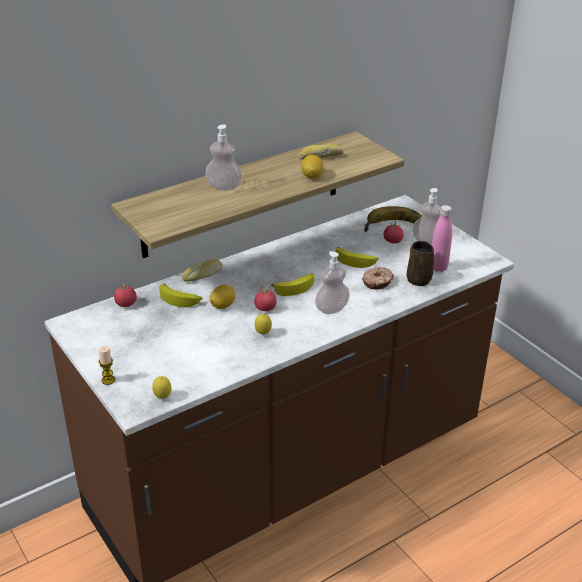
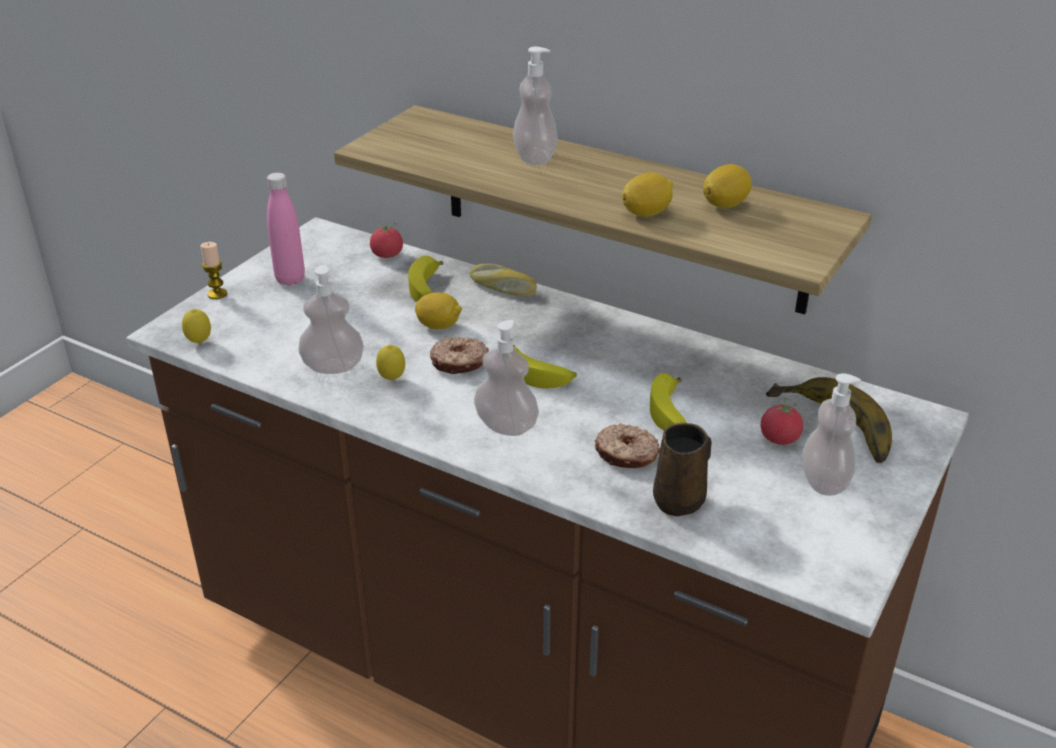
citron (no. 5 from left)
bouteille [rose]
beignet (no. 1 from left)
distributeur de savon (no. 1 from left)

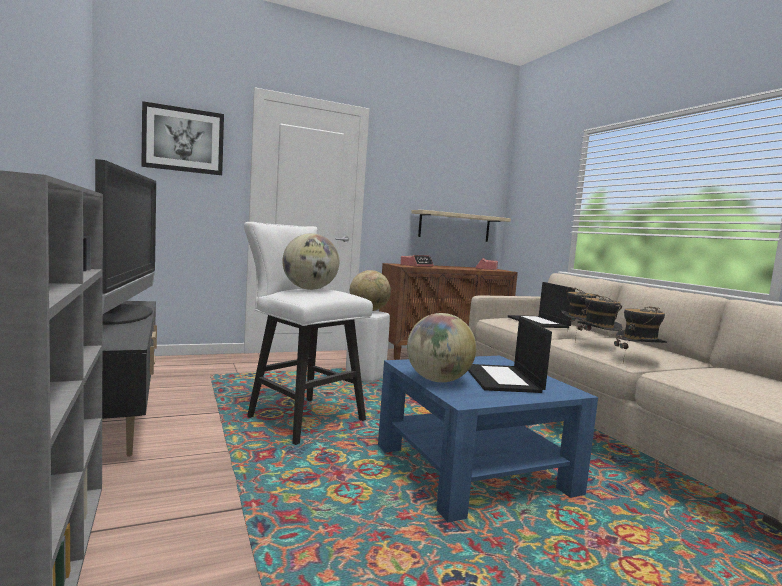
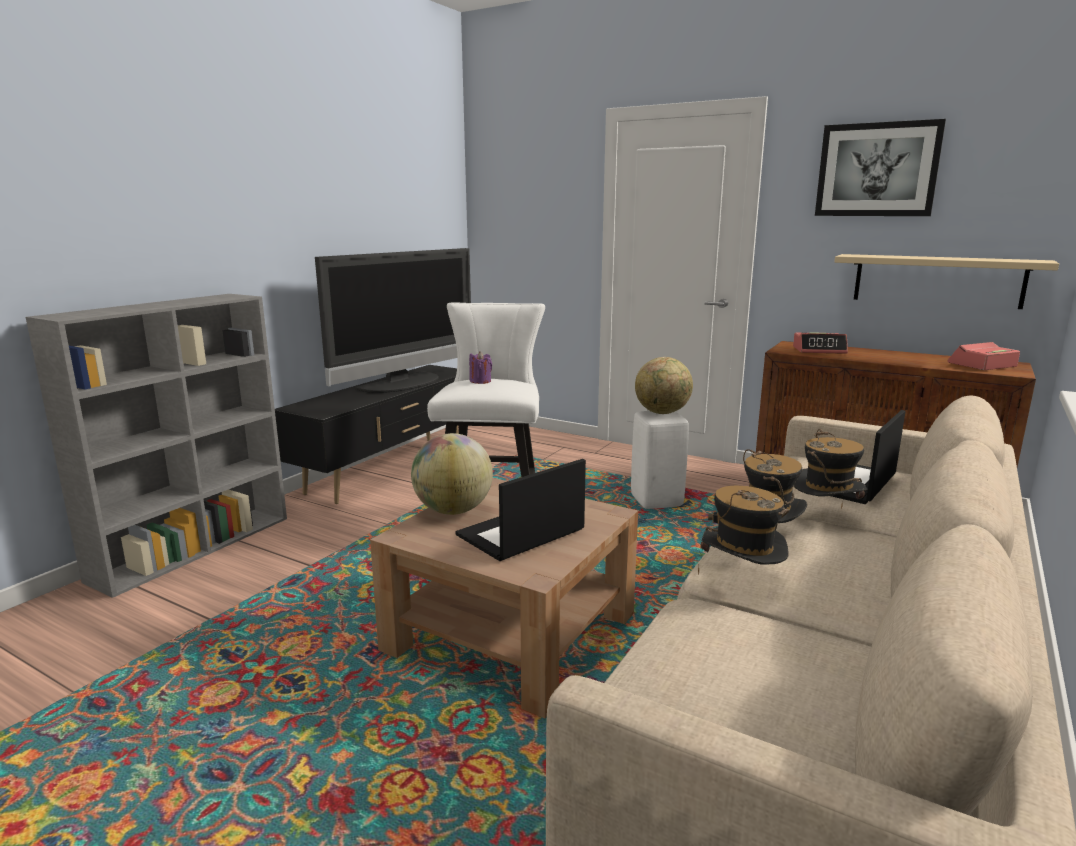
tableau
bougie [violet]
table basse [marron]

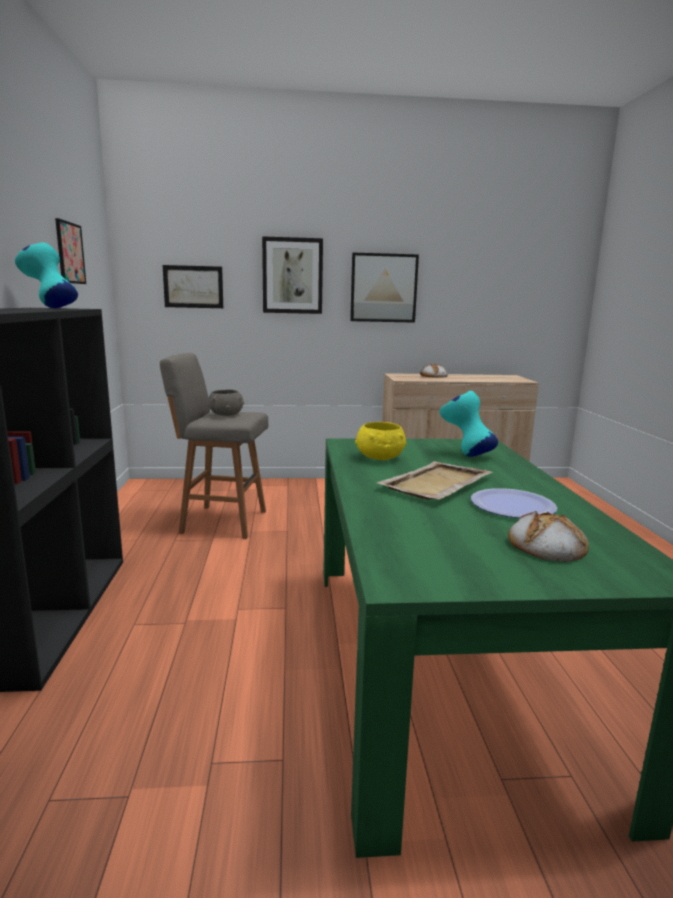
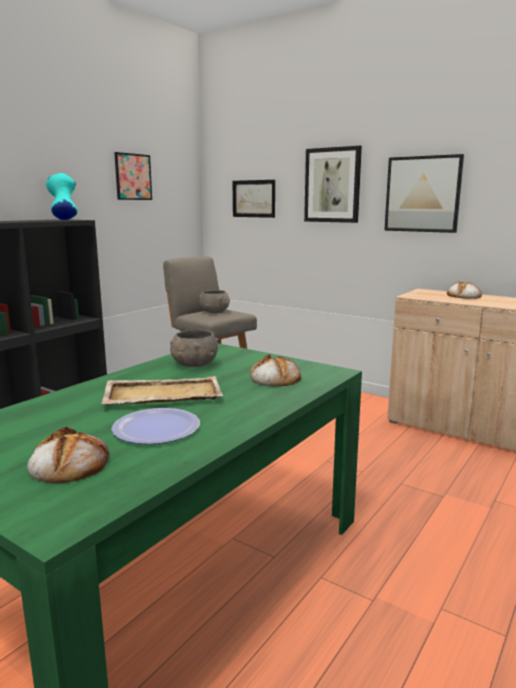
pain (no. 2 from left)
bol [gris] (no. 1 from left)

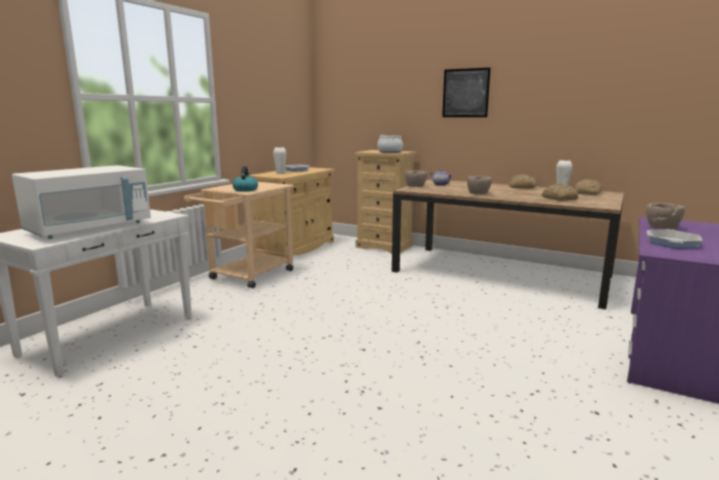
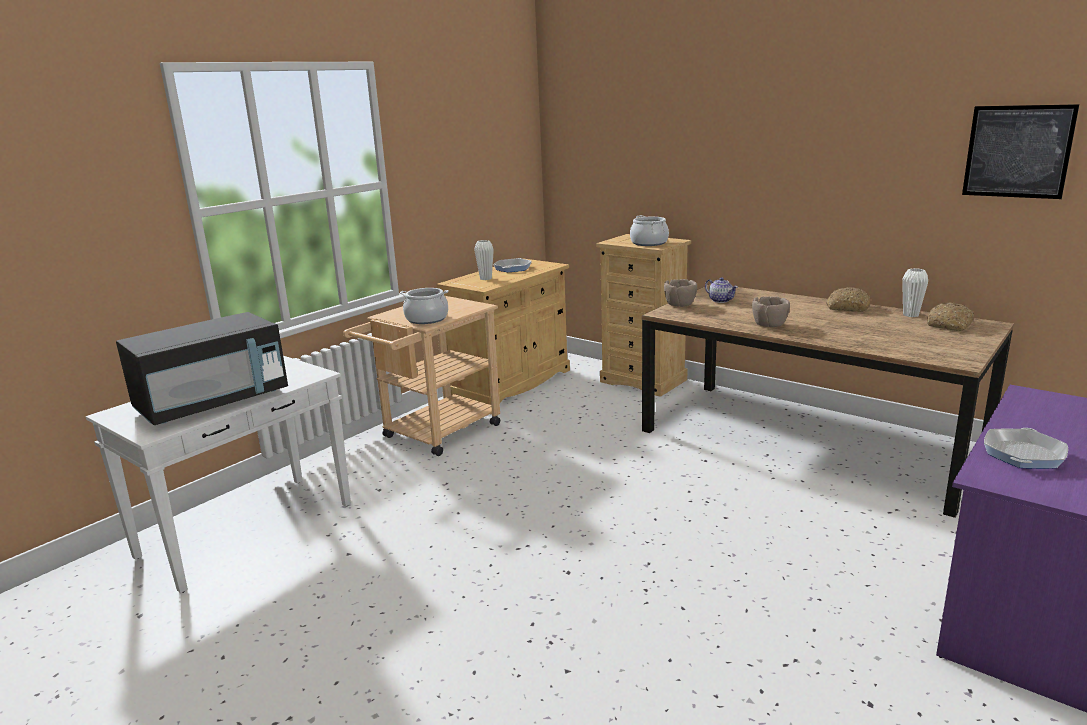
tableau
micro-ondes [noir]
marmite (no. 1 from left)
pain (no. 2 from left in the first image)
bol [marron] (no. 3 from left in the first image)

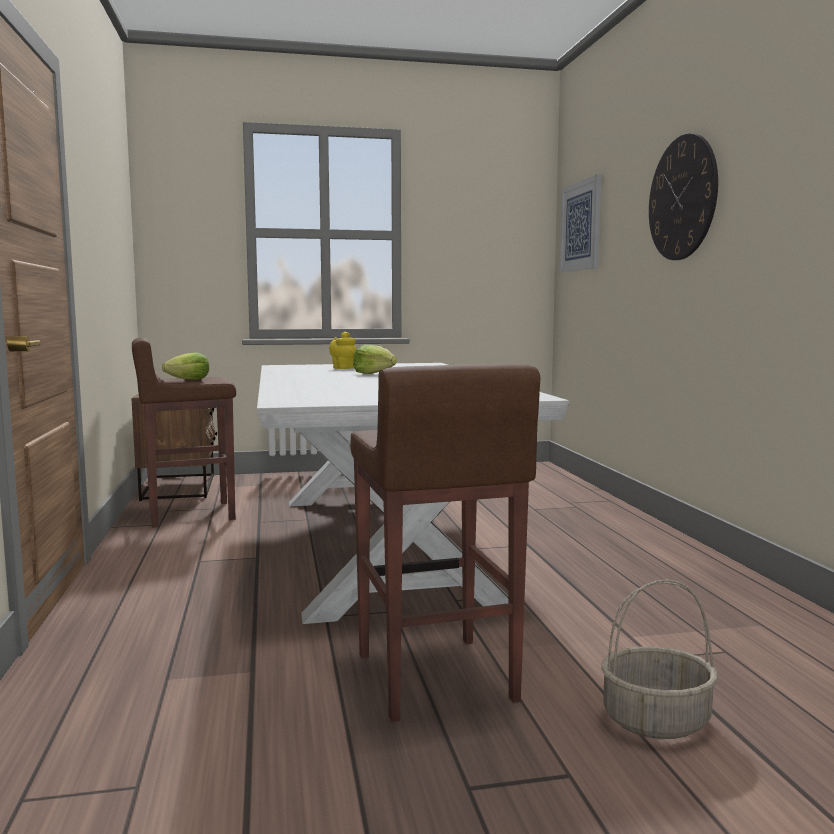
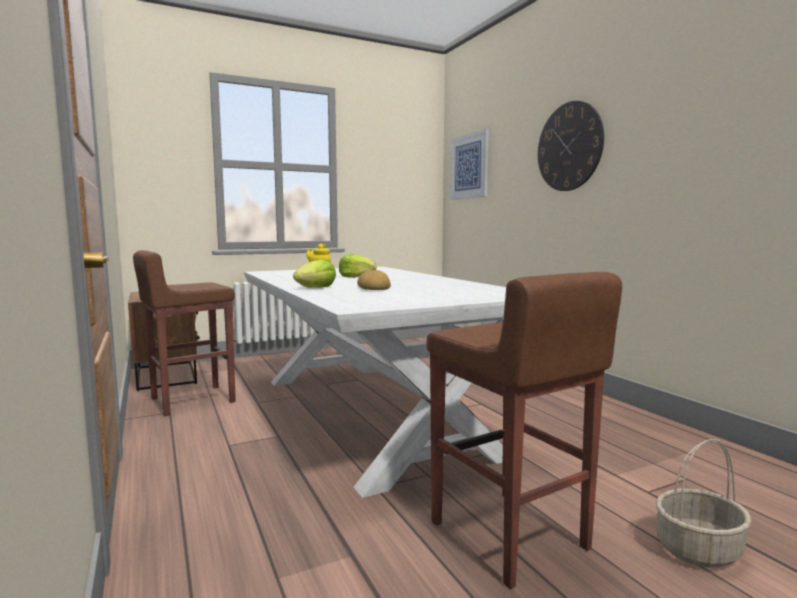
laitue (no. 1 from left)
pain

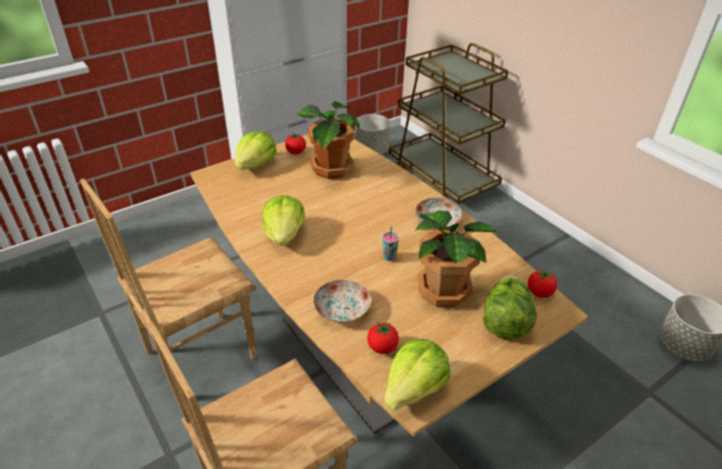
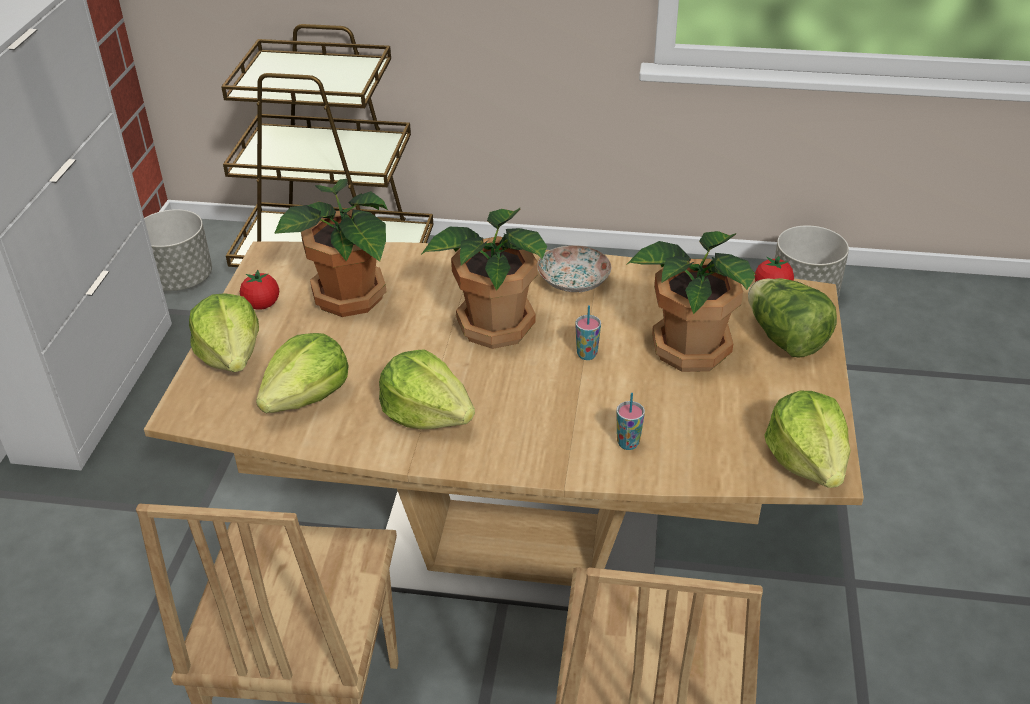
tasse (no. 2 from left)
tomate (no. 2 from left in the first image)
plante en pot (no. 2 from left)
laitue (no. 2 from left)

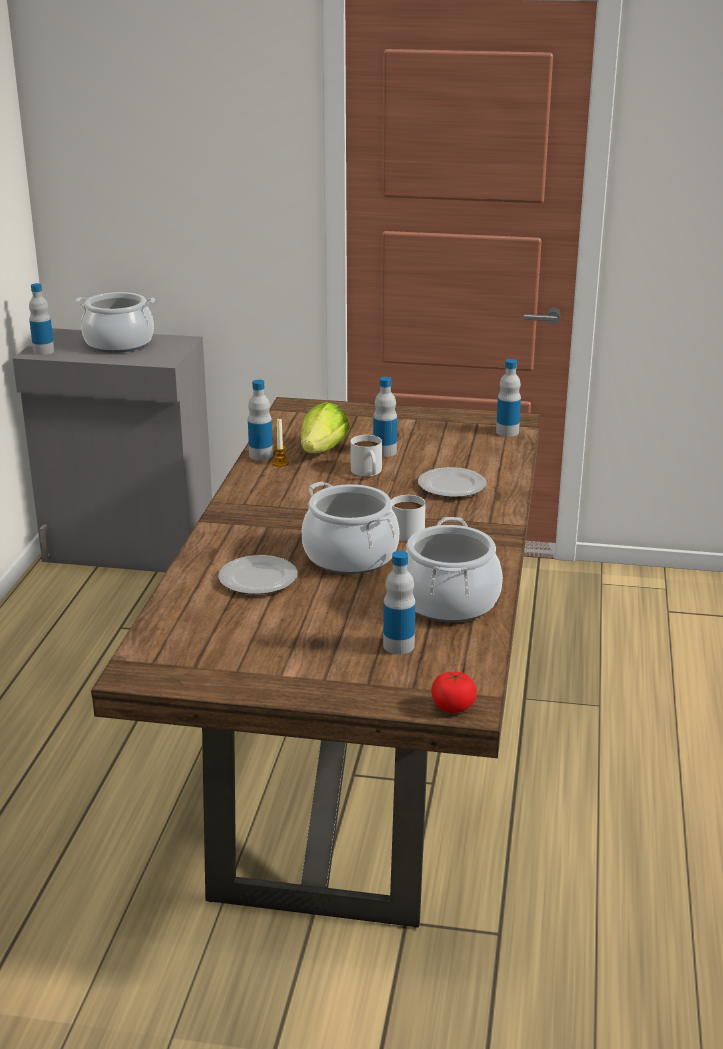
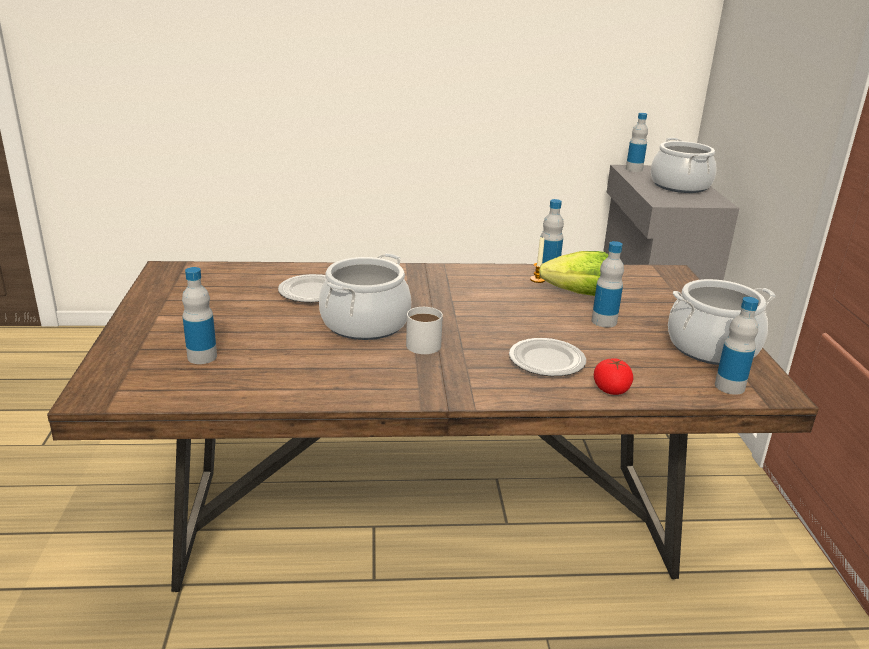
mug [blanc] (no. 1 from left in the first image)
marmite (no. 3 from left)
tomate

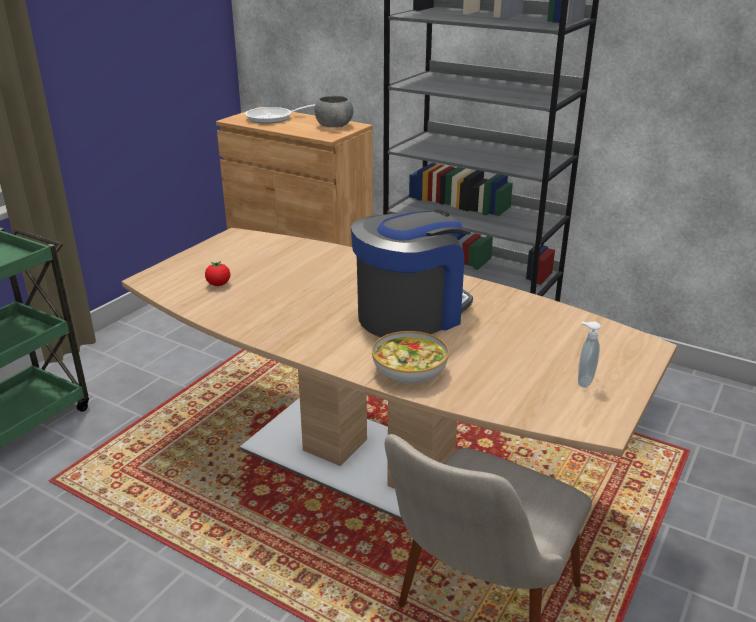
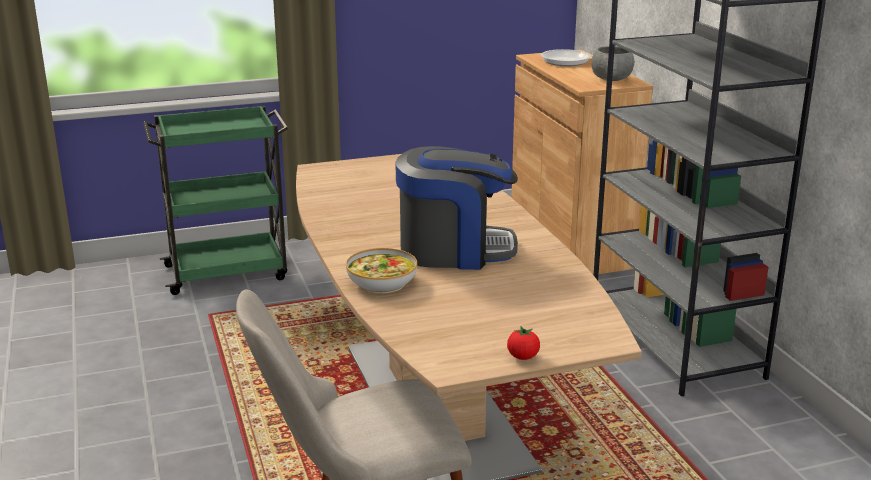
tomate
distributeur de savon

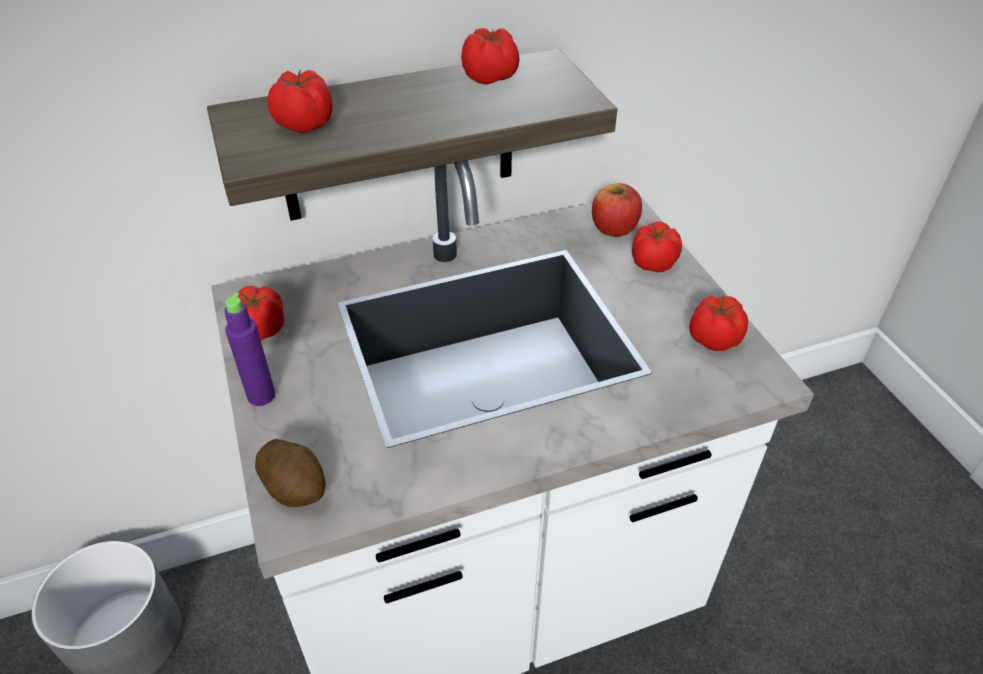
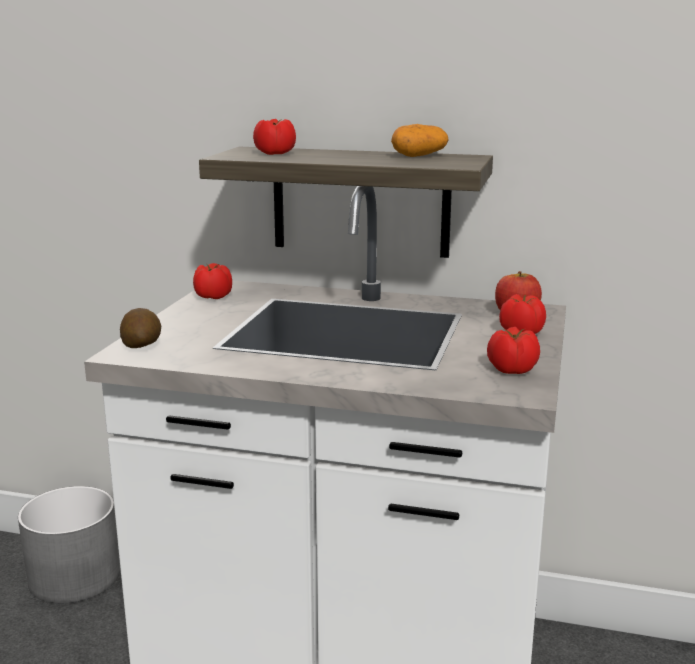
pomme de terre (no. 2 from left)
bouteille [violet]

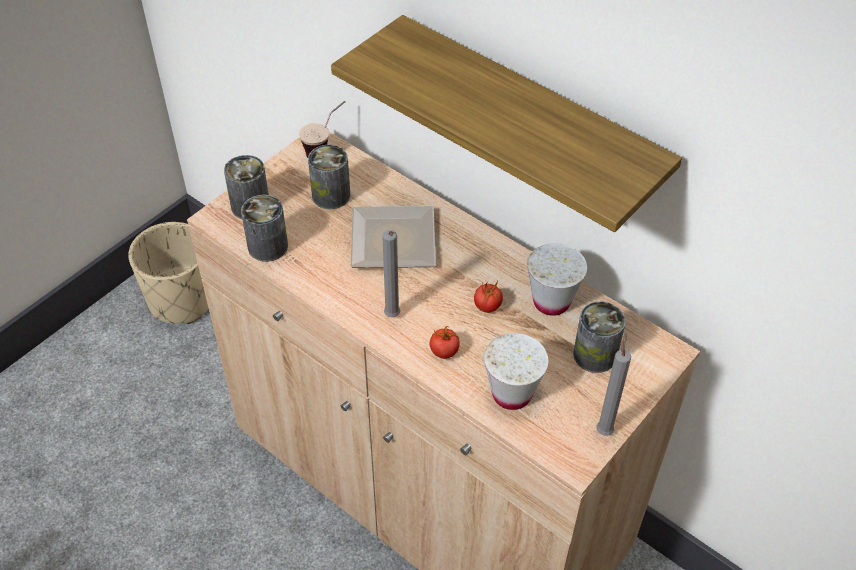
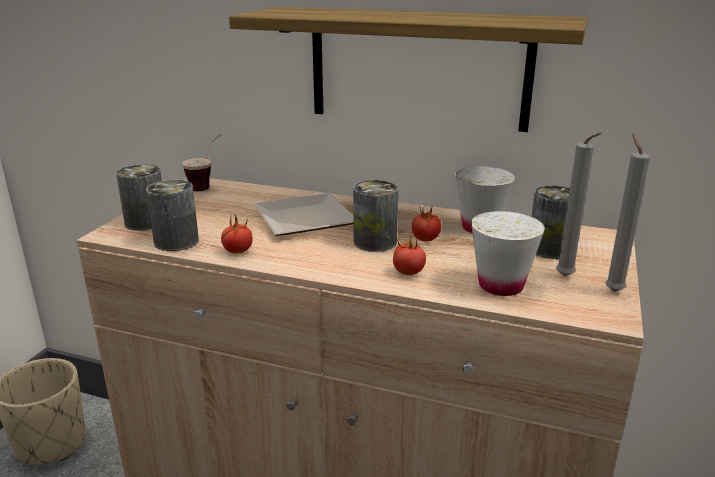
boîte métallique (no. 3 from left)
bougie [gris] (no. 1 from left)
tomate (no. 1 from left)

